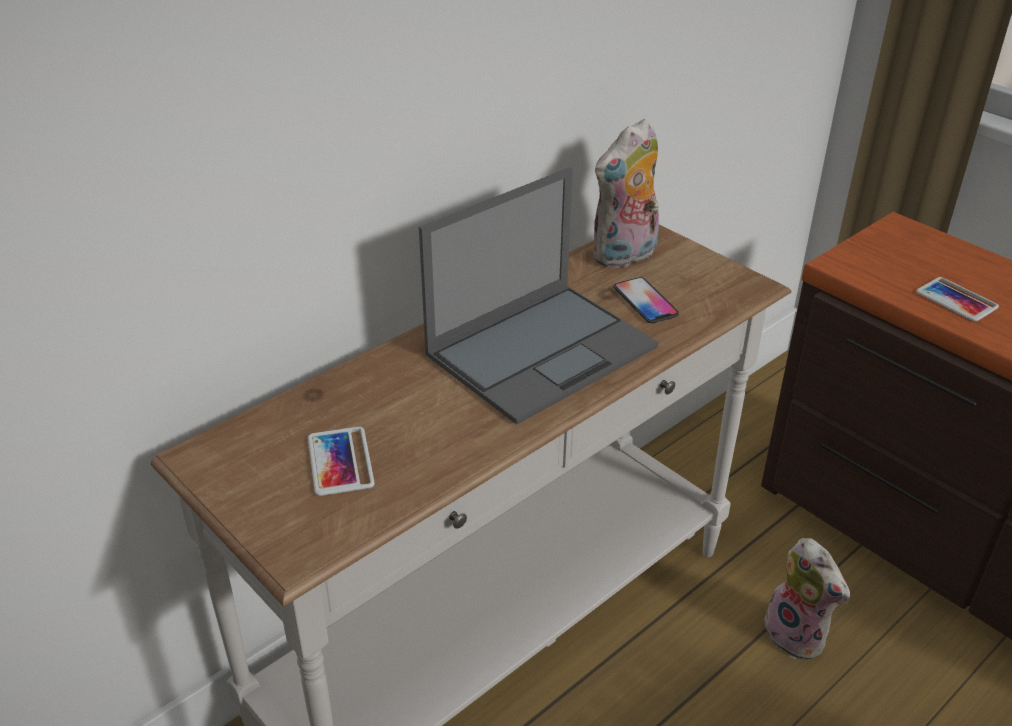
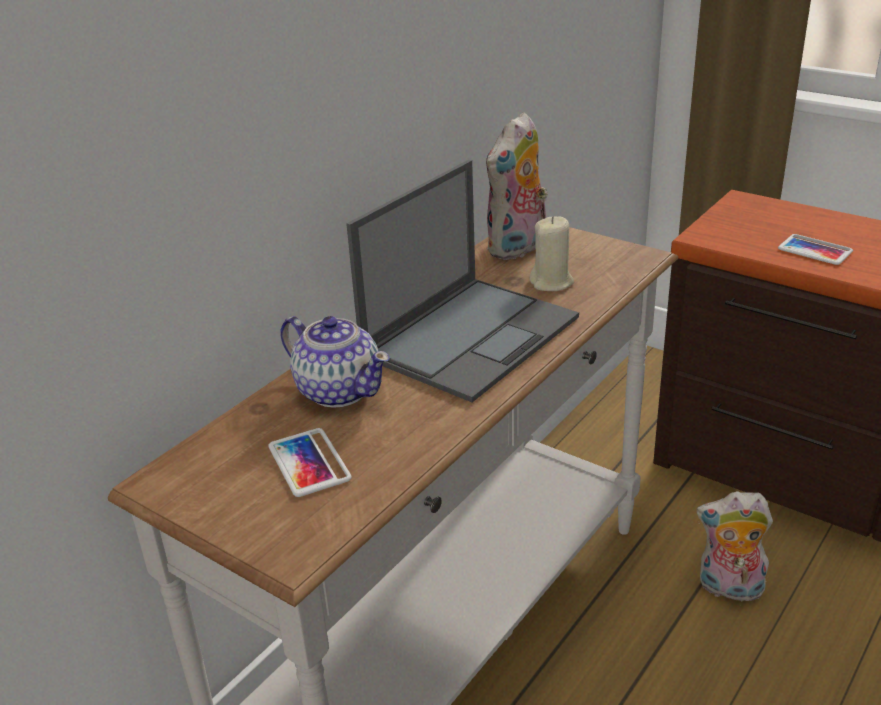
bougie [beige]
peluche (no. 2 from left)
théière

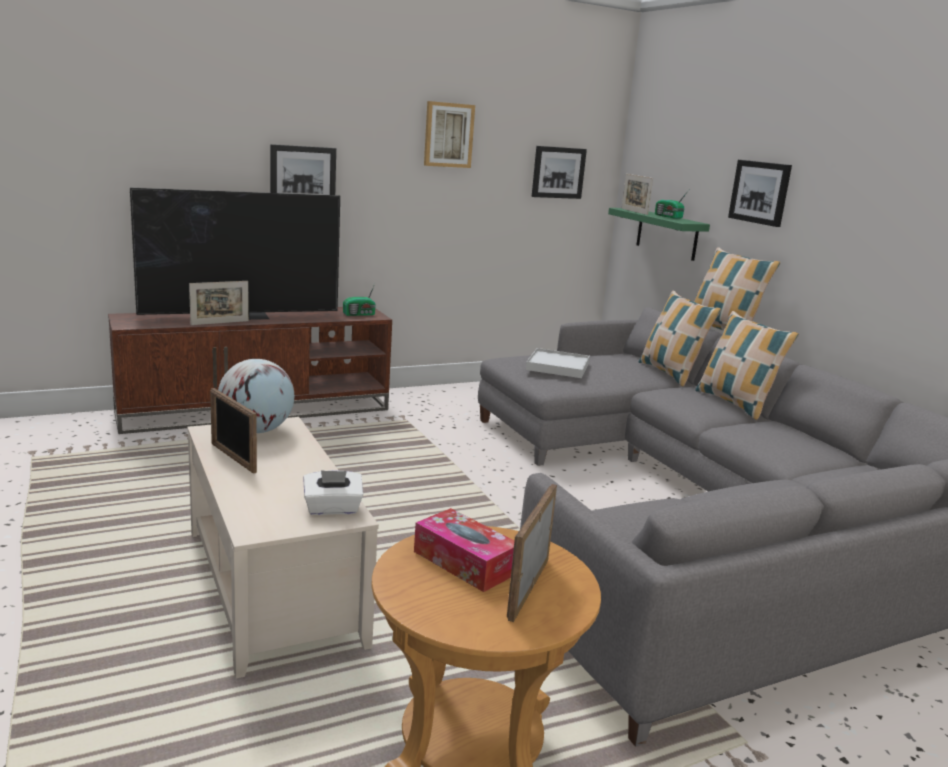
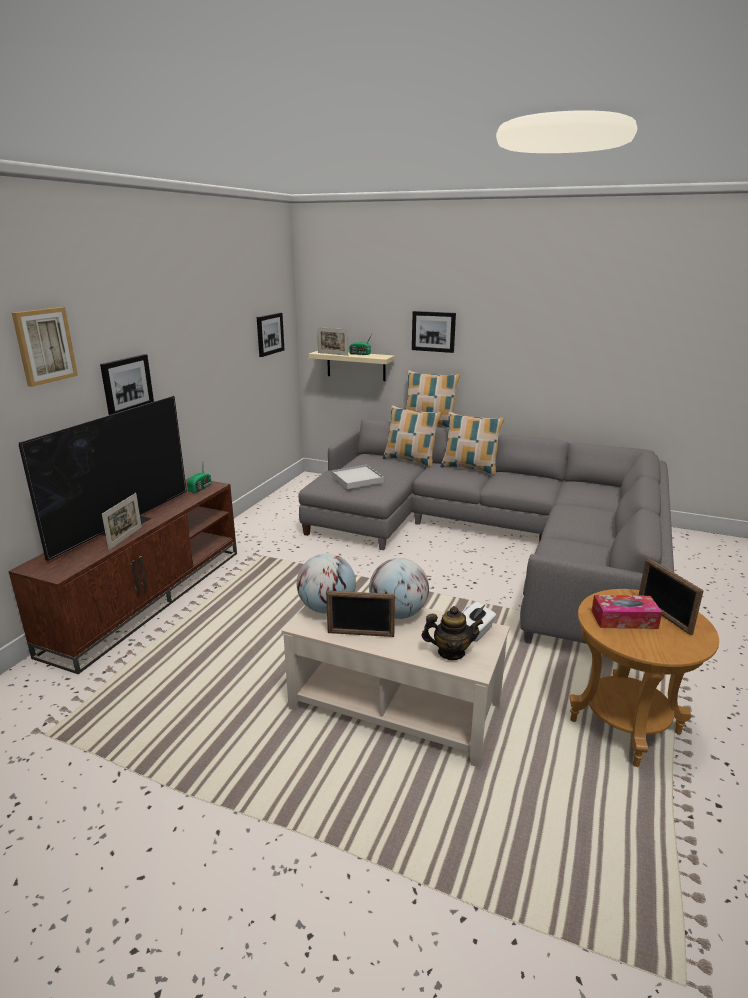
tableau (no. 1 from left)
étagère [beige]
globe (no. 2 from left)
théière

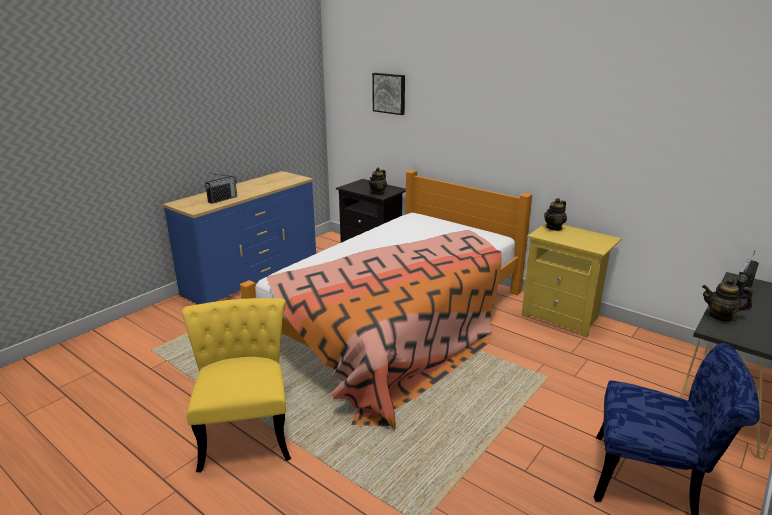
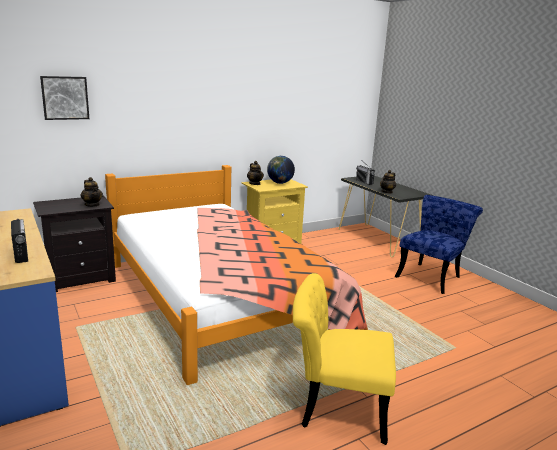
globe

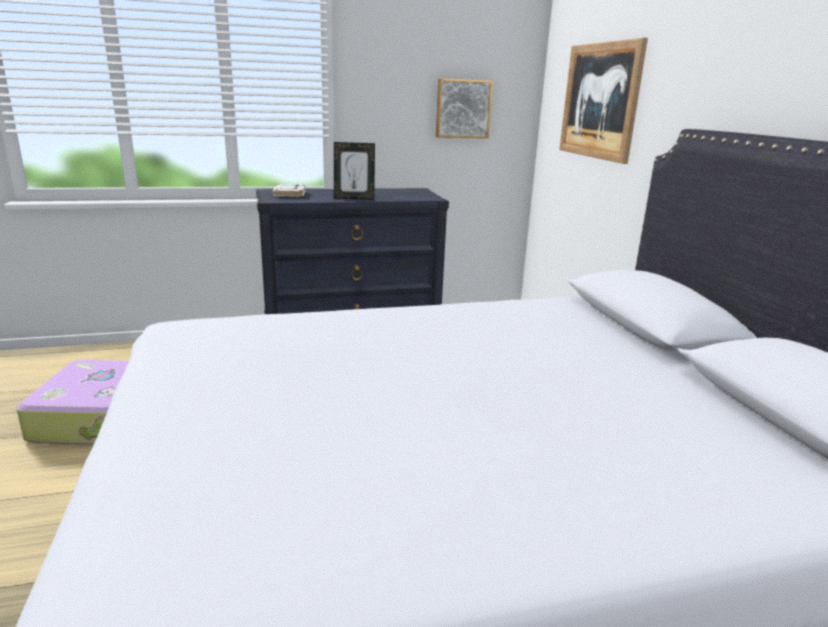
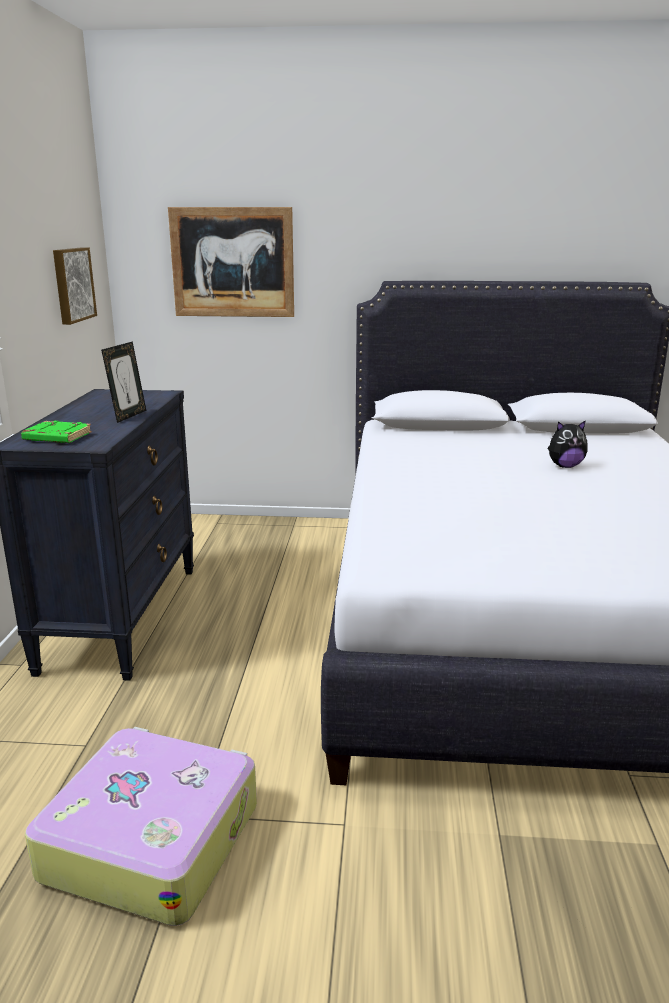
livre [vert]
peluche

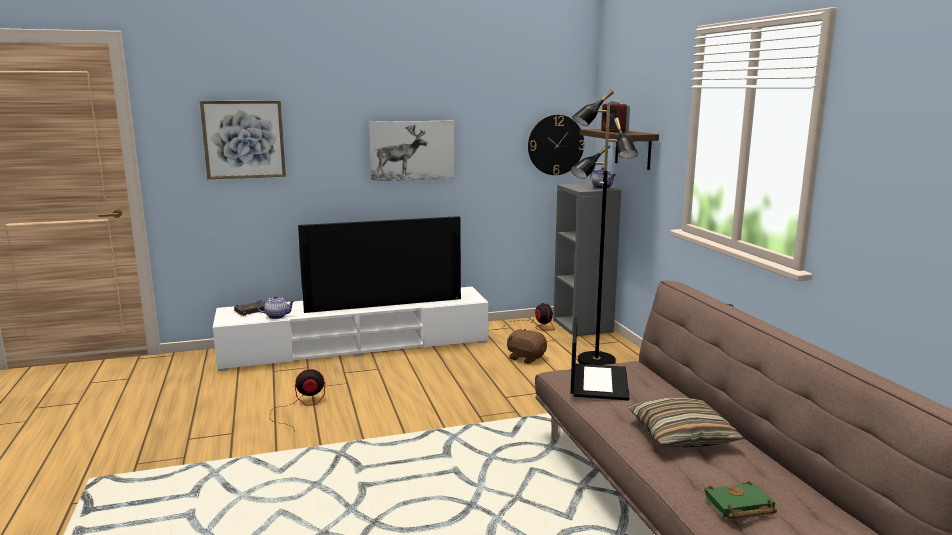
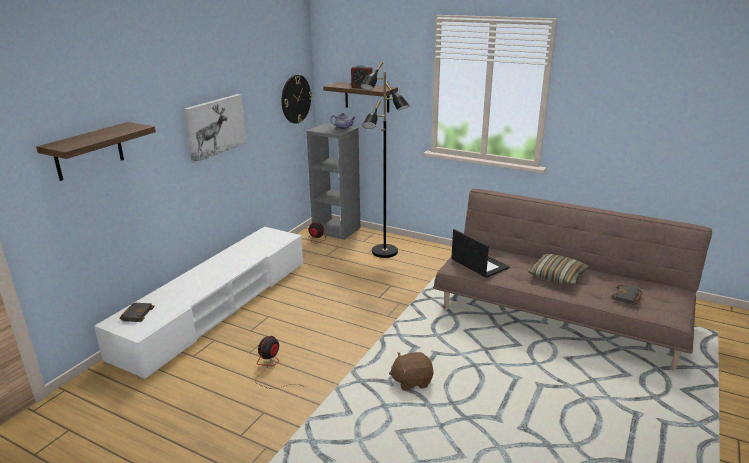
étagère (no. 1 from left)
téléviseur
théière (no. 1 from left in the first image)
peluche [marron]
livre [noir] (no. 2 from left)

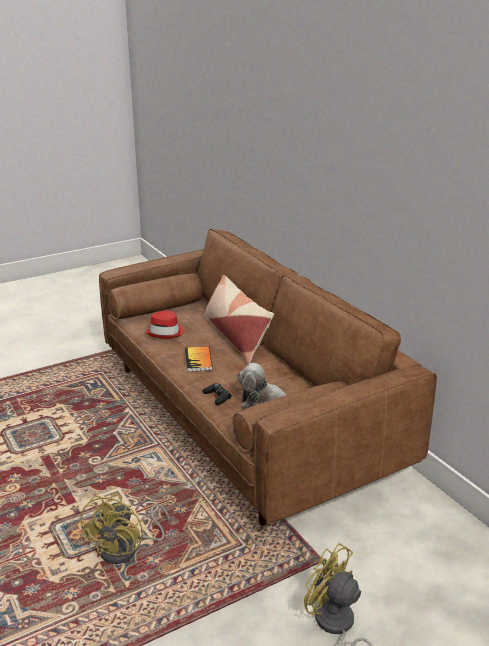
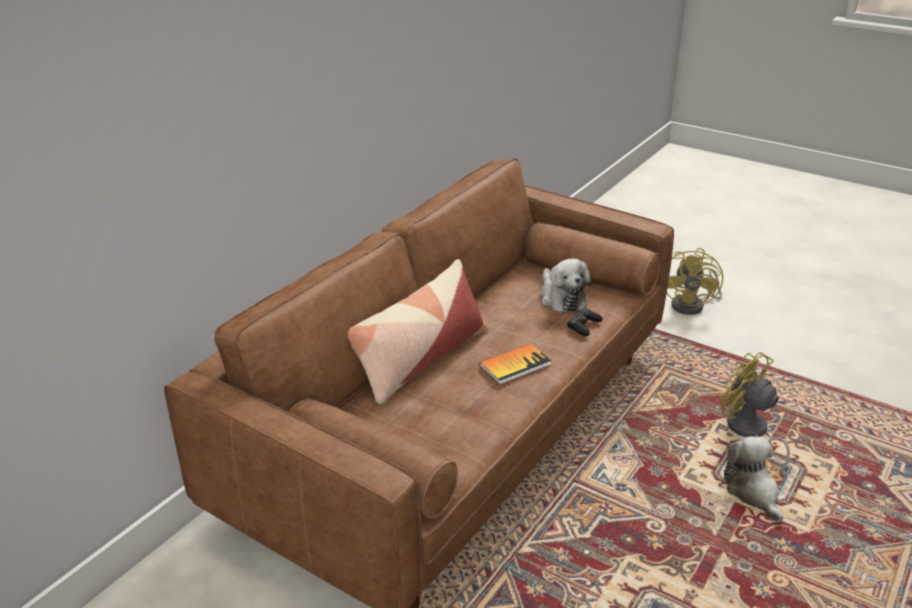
chapeau [rouge]
ventilateur [jaune] (no. 2 from left)
peluche (no. 2 from left)

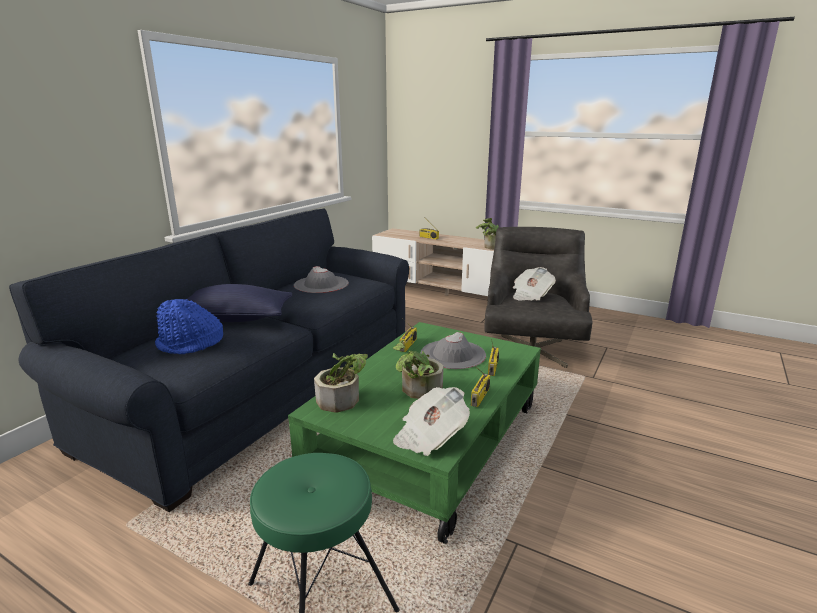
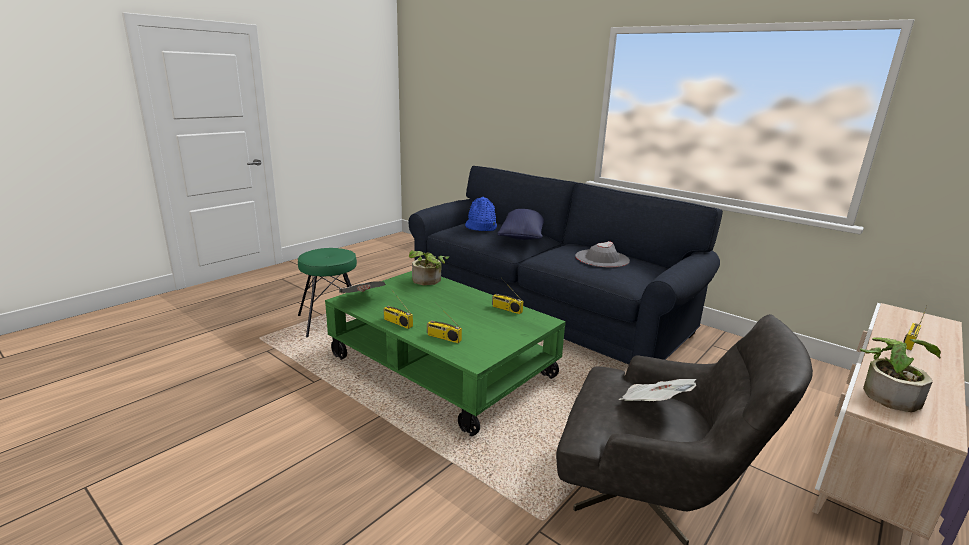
chapeau [gris] (no. 2 from left in the first image)
plante en pot (no. 2 from left in the first image)

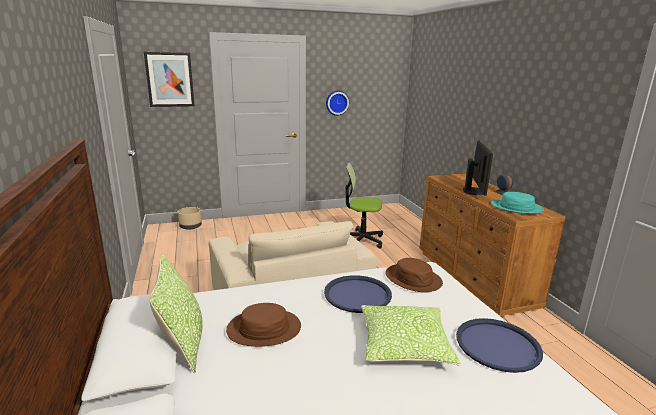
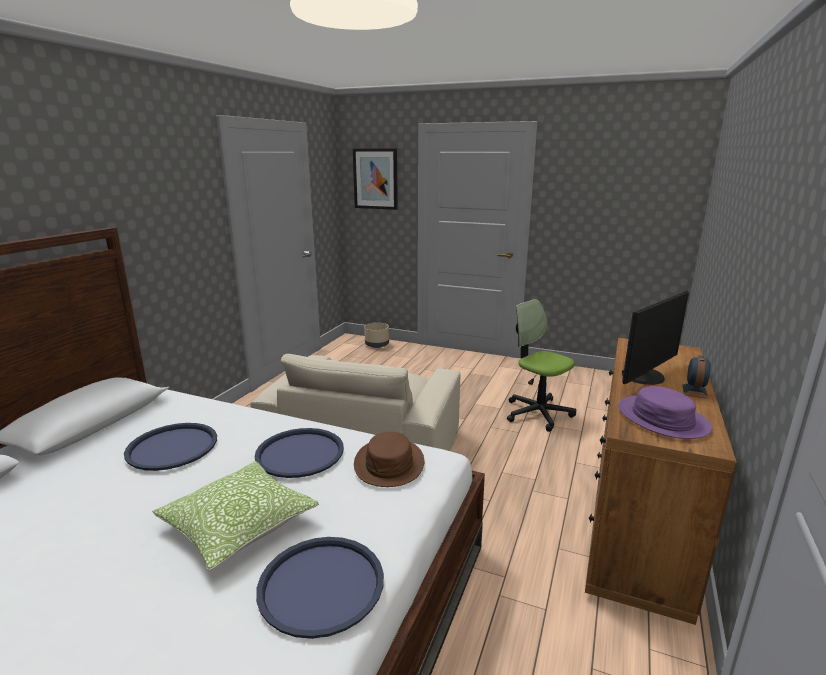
horloge murale
chapeau [violet]
coussin (no. 1 from left in the first image)
plateau [bleu] (no. 1 from left)

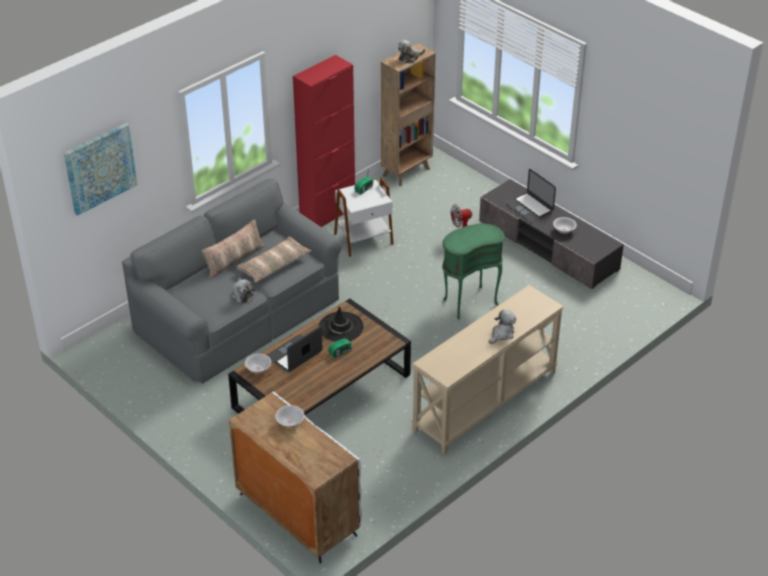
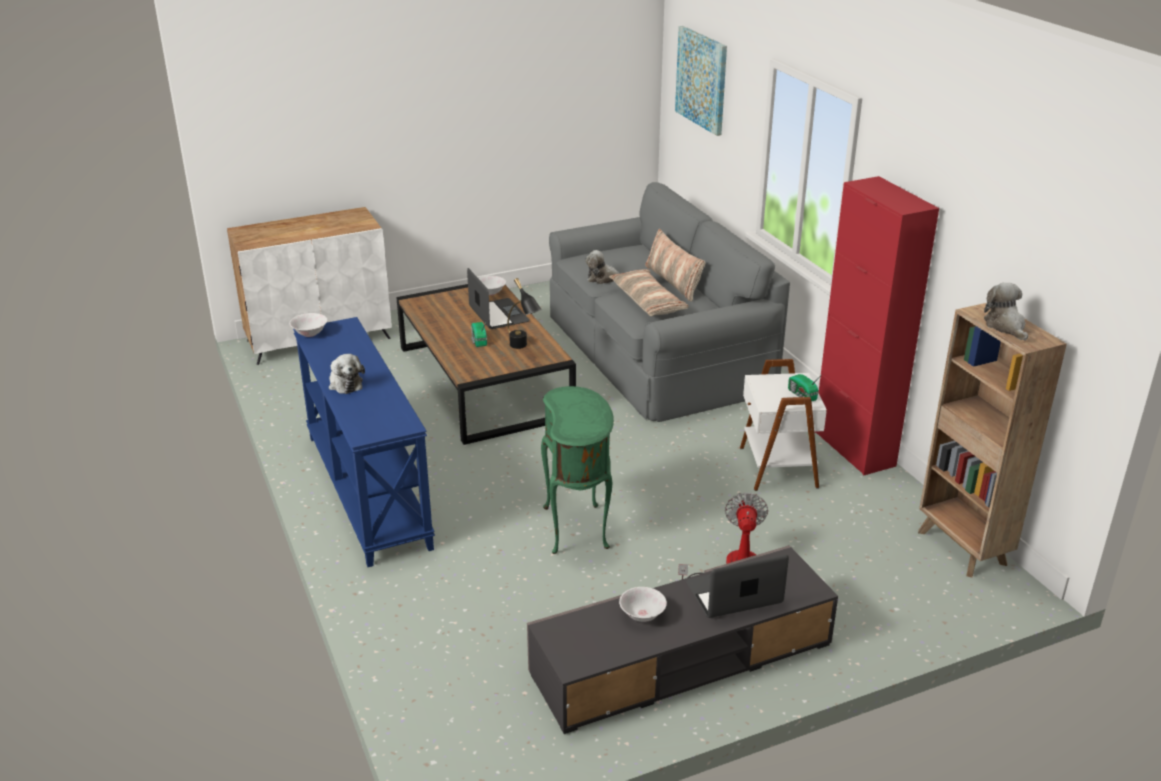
table console [bleu]
lampe de table [noir]
bol [blanc] (no. 1 from left)

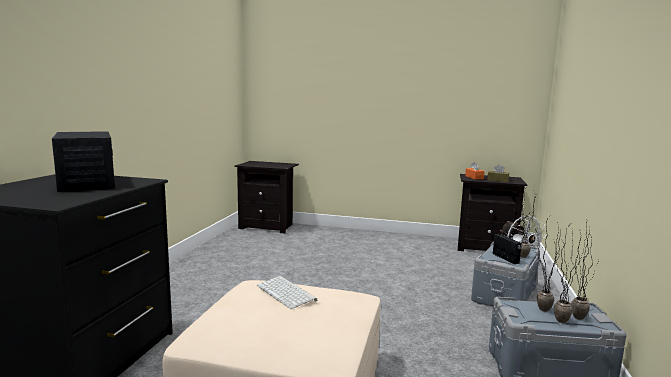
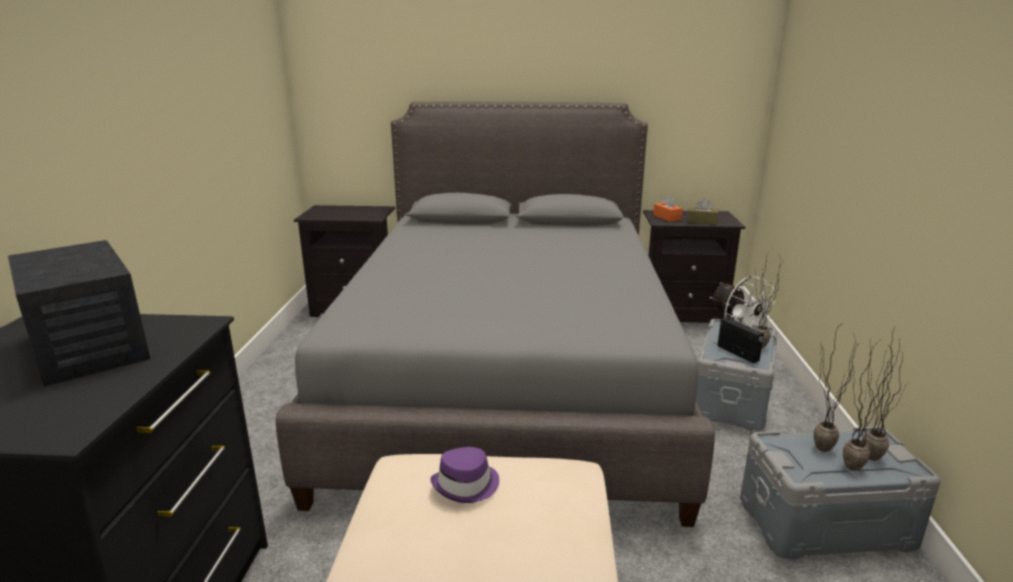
chapeau [violet]
lit [gris]

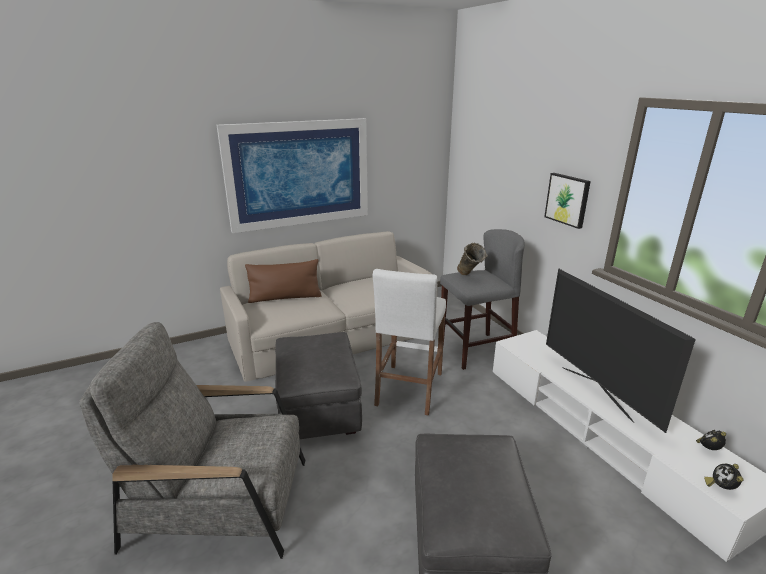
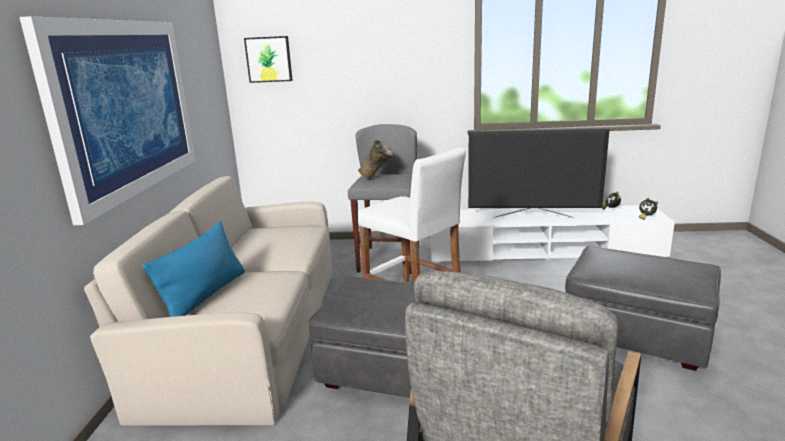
tableau (no. 2 from left)
coussin [bleu]

